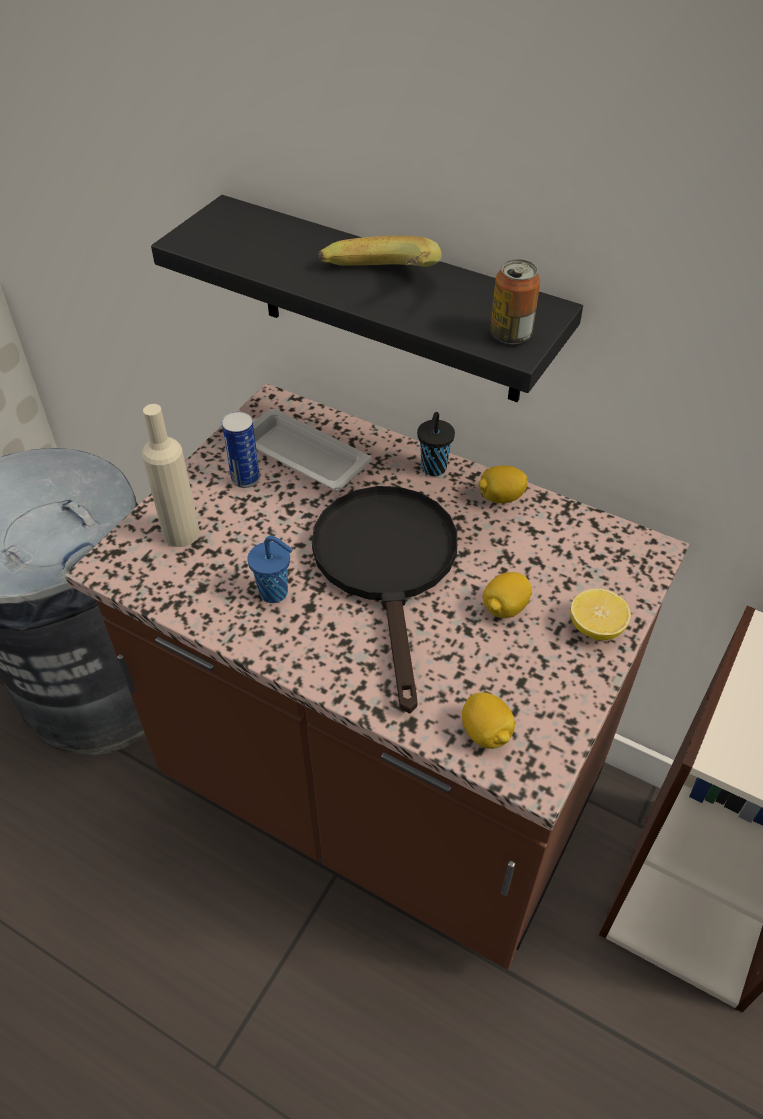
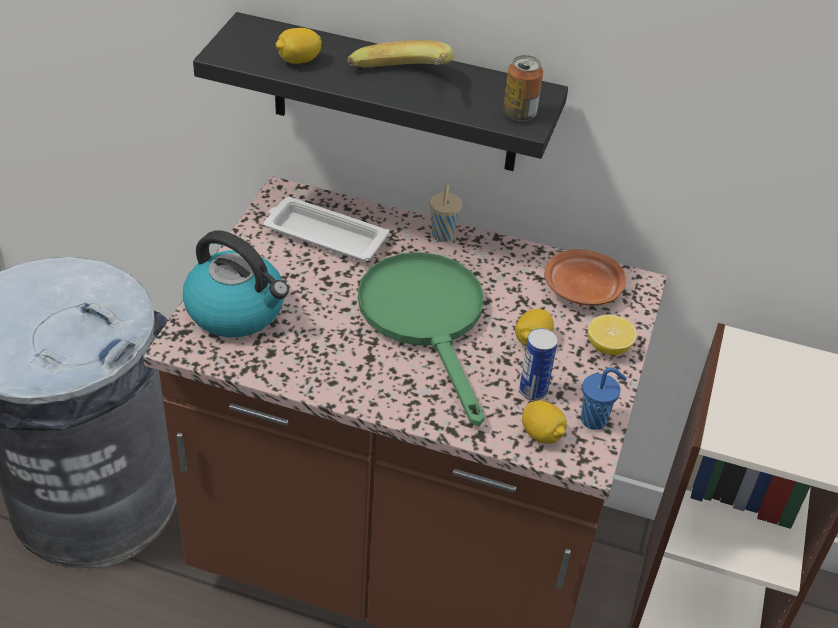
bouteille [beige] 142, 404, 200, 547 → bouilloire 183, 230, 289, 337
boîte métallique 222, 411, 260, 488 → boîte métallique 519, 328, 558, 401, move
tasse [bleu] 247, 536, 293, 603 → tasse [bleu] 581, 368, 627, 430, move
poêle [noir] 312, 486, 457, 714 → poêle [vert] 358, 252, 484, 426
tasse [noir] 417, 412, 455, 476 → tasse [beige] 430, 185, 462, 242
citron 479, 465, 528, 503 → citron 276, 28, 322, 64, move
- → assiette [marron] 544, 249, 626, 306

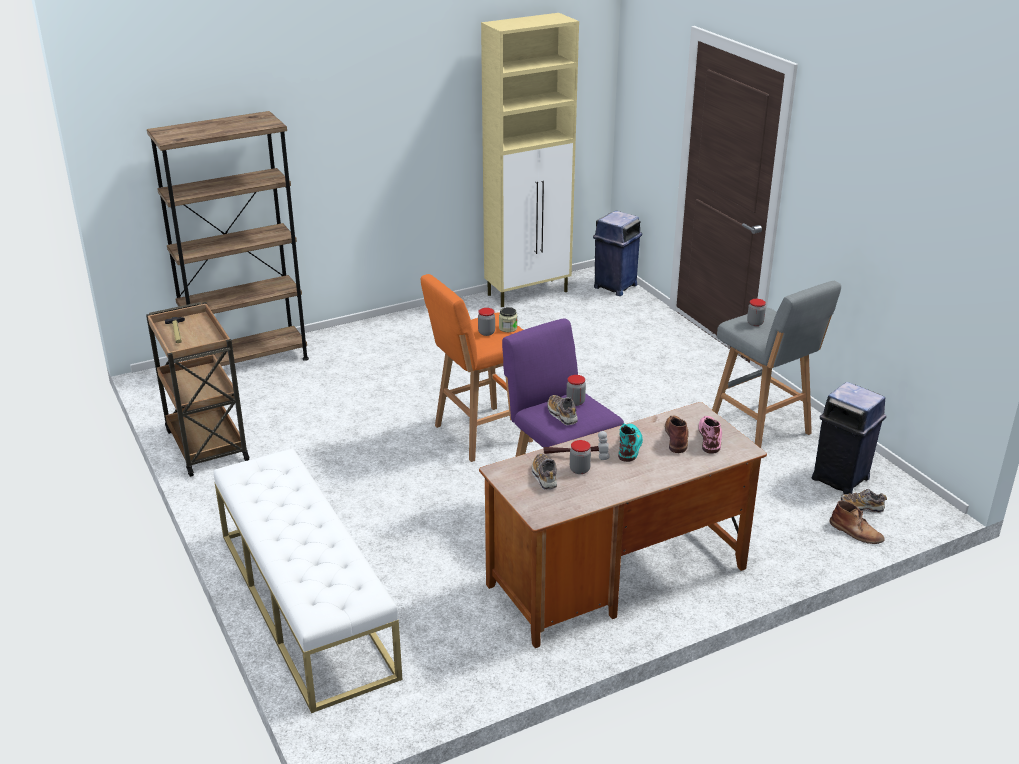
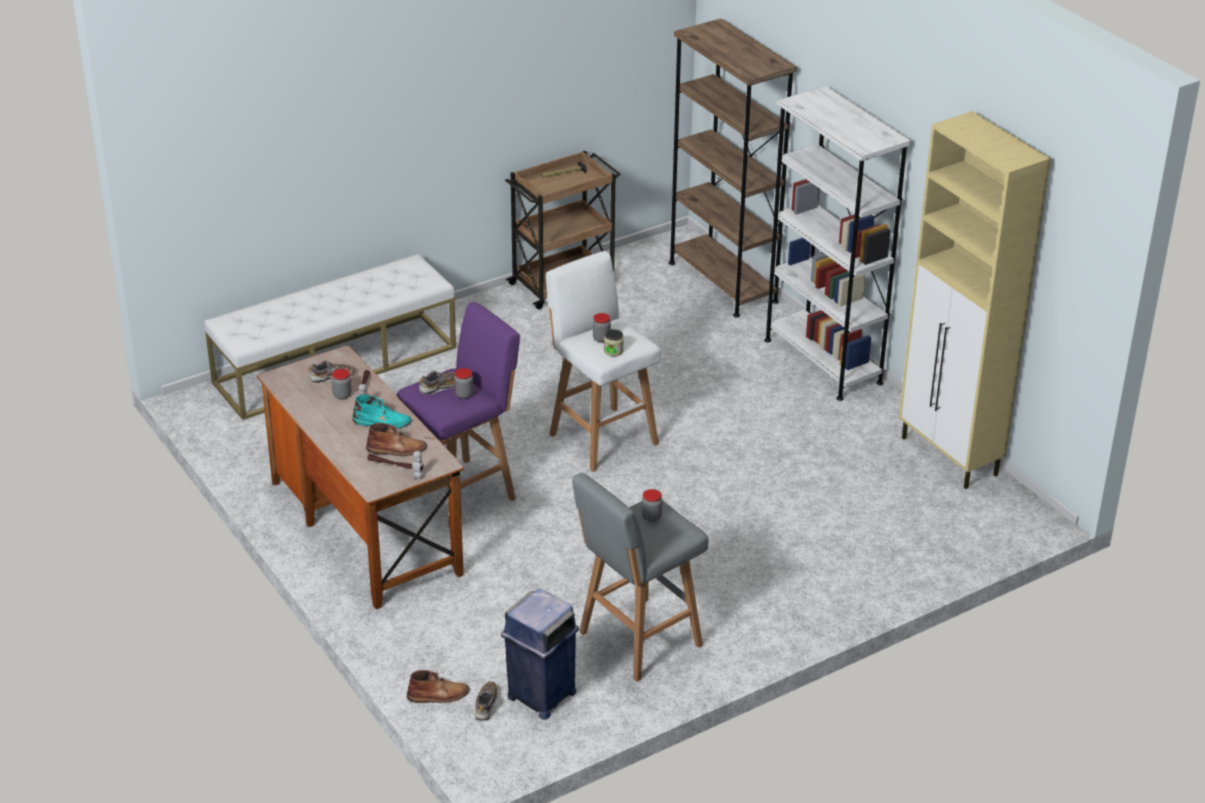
tabouret [orange] 421, 274, 533, 462 → tabouret [blanc] 546, 251, 661, 472
poubelle [bleu] 593, 211, 642, 296 → -
botte [rose] 698, 416, 722, 454 → marteau 367, 451, 424, 479
botte [marron] 830, 501, 885, 544 → botte [marron] 407, 670, 470, 703, 135 degrees counterclockwise
- → bibliothèque [blanc] 764, 86, 911, 401

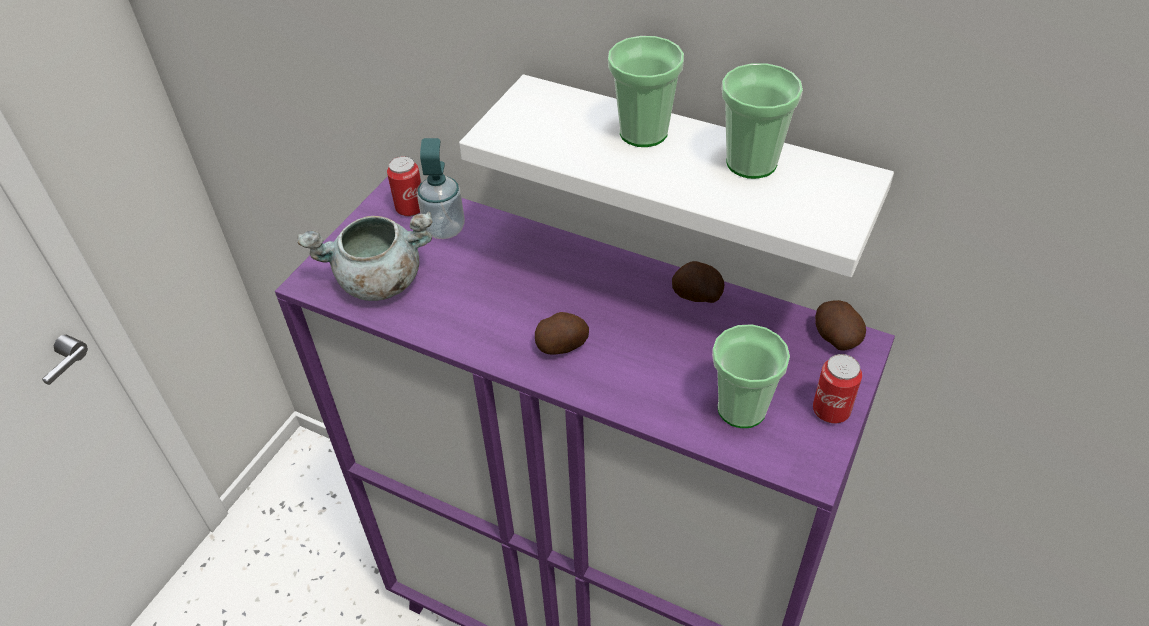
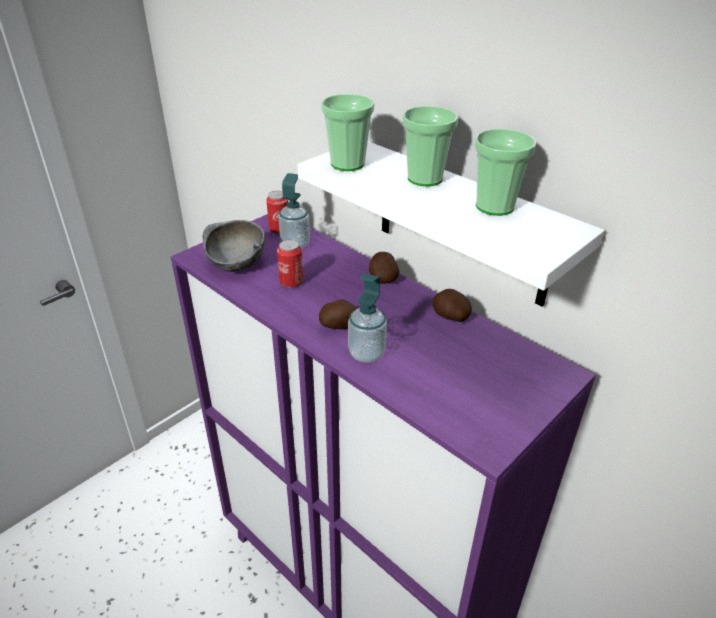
marmite [gris] 298, 211, 433, 301 → bol [gris] 203, 220, 265, 272
tasse 712, 324, 790, 428 → tasse 321, 94, 374, 171, move
boîte métallique 813, 354, 862, 424 → boîte métallique 277, 240, 303, 288, move
pomme de terre 815, 300, 866, 351 → pomme de terre 369, 252, 399, 283, move
- → distributeur de savon 348, 273, 387, 363

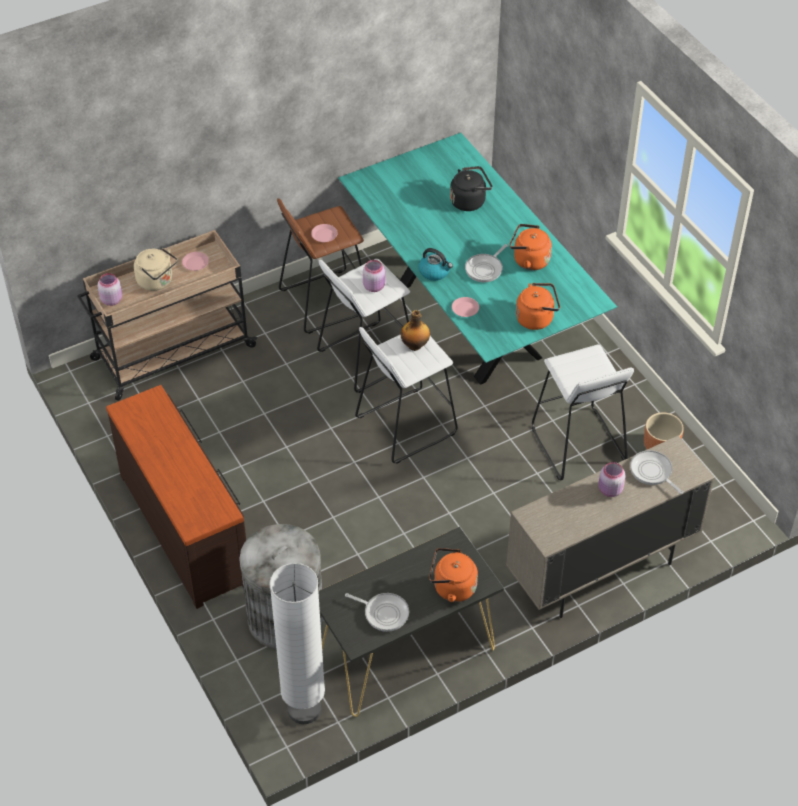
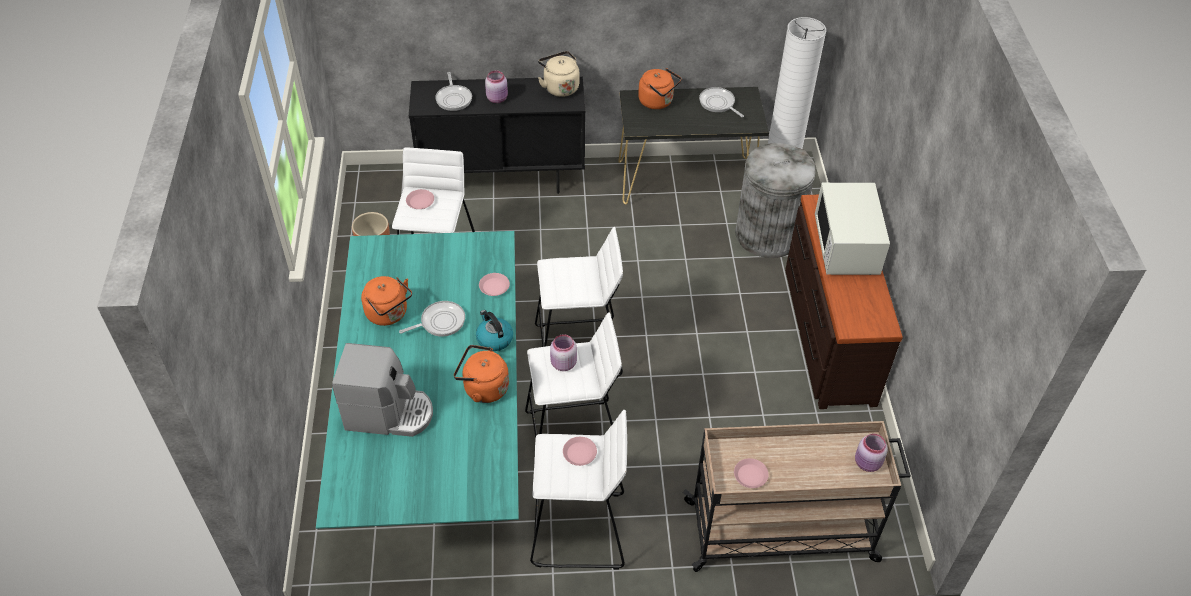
bouilloire [beige] 134, 248, 178, 291 → bouilloire [beige] 538, 51, 579, 97, move
tabouret [marron] 277, 198, 364, 334 → tabouret [blanc] 530, 410, 627, 570
bouteille 400, 310, 430, 351 → -
bouilloire [noir] 450, 166, 492, 211 → machine à café 332, 343, 433, 437
meuble de rangement [beige] 506, 436, 715, 618 → meuble de rangement [noir] 409, 77, 585, 194
bouilloire [orange] 516, 283, 560, 330 → bouilloire [orange] 454, 345, 509, 403, move
- → assiette [rose] 406, 189, 434, 209
- → micro-ondes [blanc] 815, 183, 890, 275

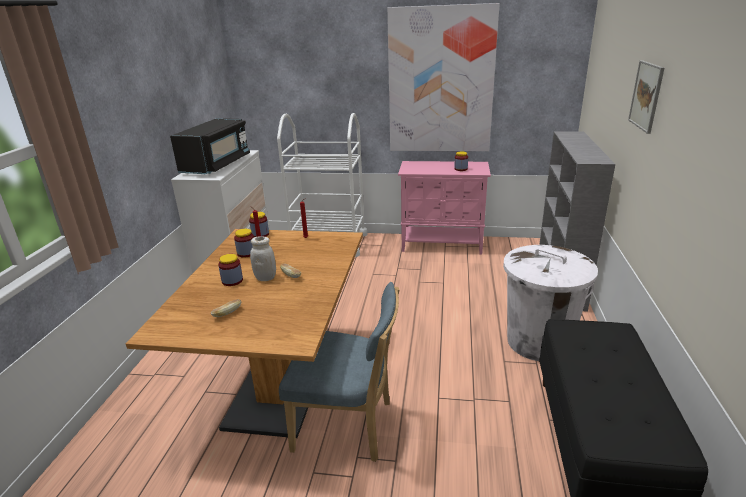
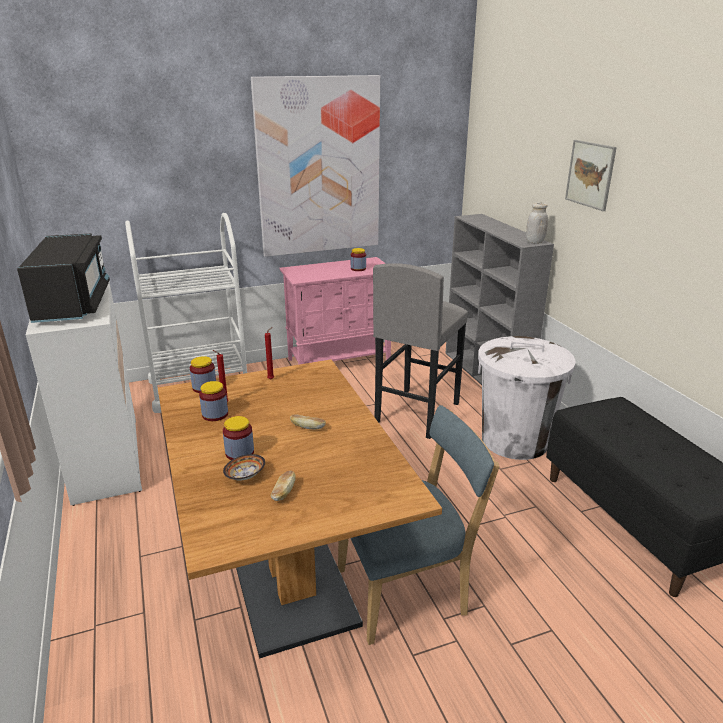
bocal [blanc] 250, 236, 276, 281 → bocal [blanc] 526, 203, 548, 244, move
- → bol 223, 454, 265, 481
- → tabouret [gris] 373, 263, 468, 439

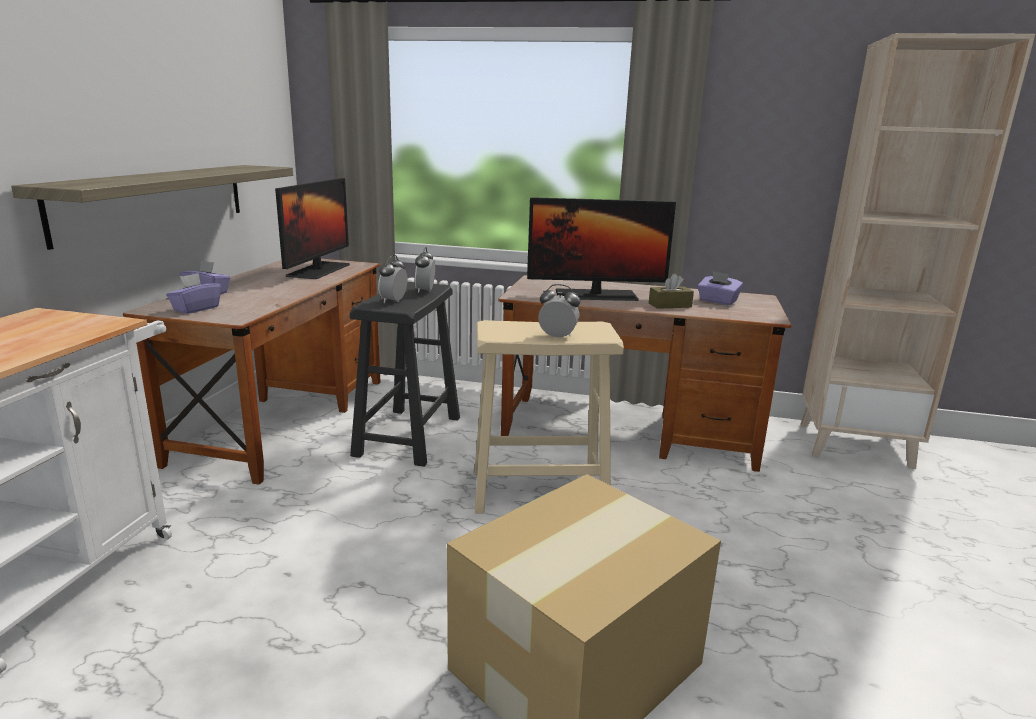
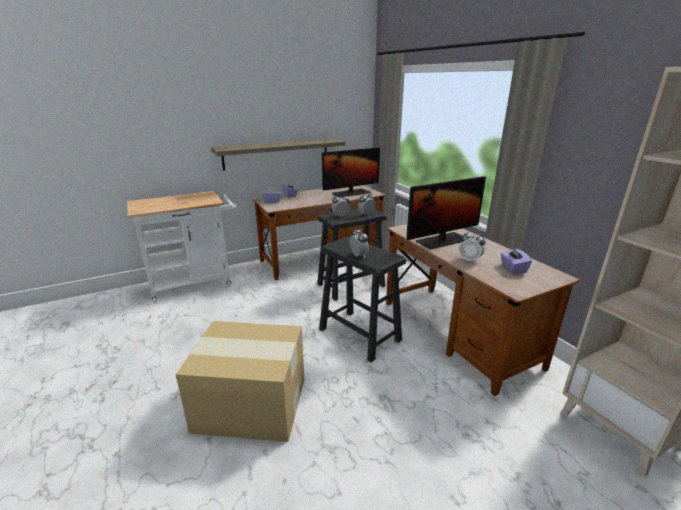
tabouret [beige] 474, 320, 624, 514 → tabouret [noir] 319, 237, 406, 362
écran d'ordinateur 527, 197, 676, 301 → écran d'ordinateur 406, 176, 486, 250, 75 degrees counterclockwise
boîte à mouchoirs [marron] 649, 274, 694, 309 → réveil 459, 231, 485, 263

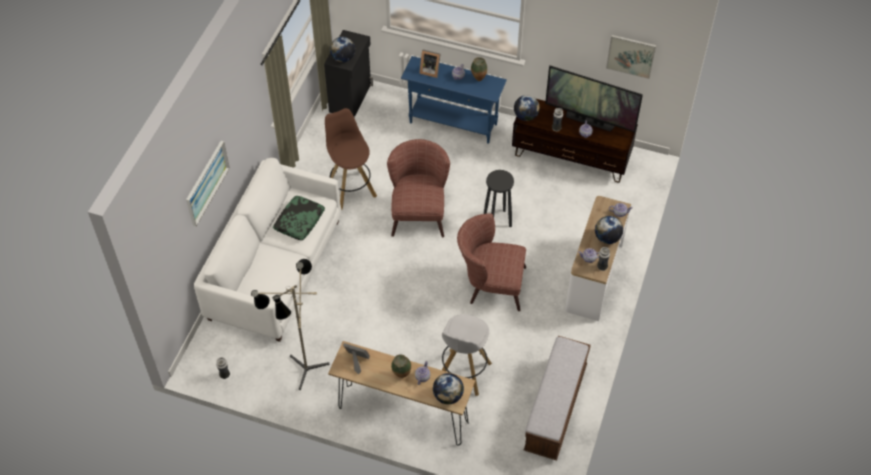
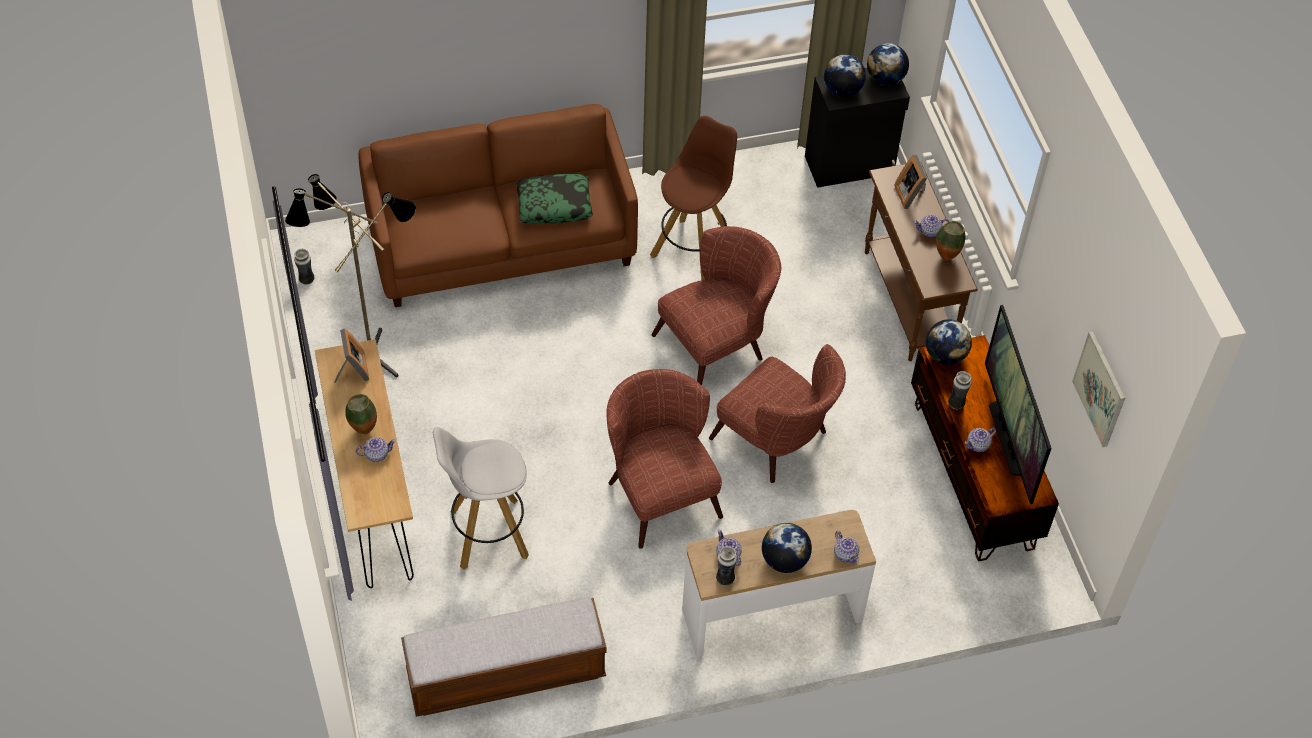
tableau 186, 141, 230, 226 → -
canapé [blanc] 194, 158, 341, 342 → canapé [marron] 358, 104, 638, 307
table console [bleu] 401, 56, 507, 144 → table console [marron] 865, 161, 978, 361
globe 433, 373, 464, 404 → globe 867, 43, 909, 86, move
tabouret [noir] 484, 170, 514, 227 → fauteuil [marron] 709, 344, 846, 483

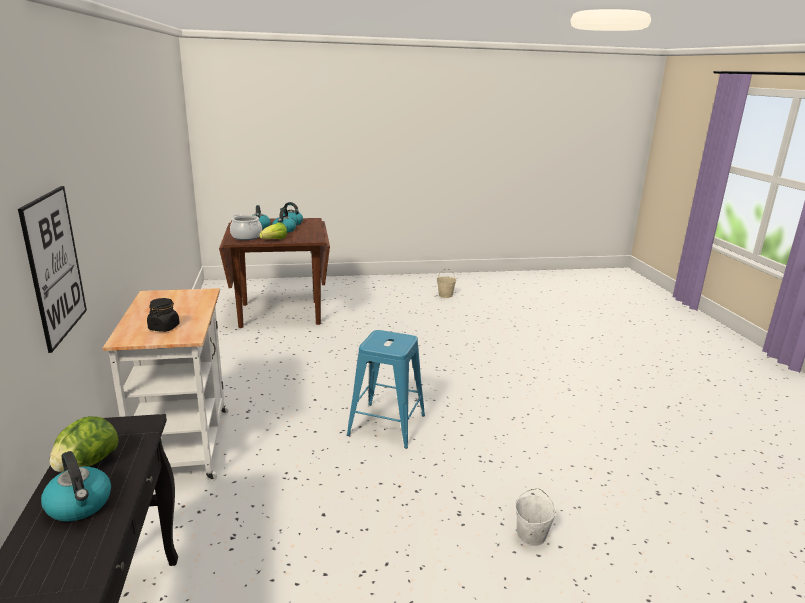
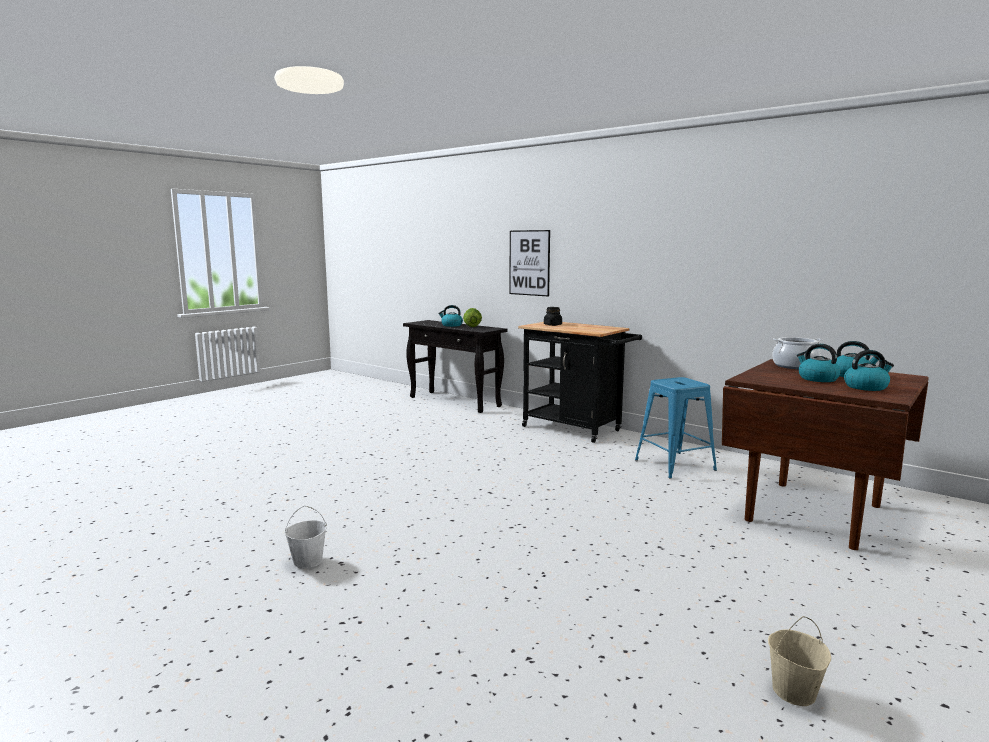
chariot [blanc] 103, 288, 229, 481 → chariot [noir] 518, 322, 642, 443
laitue 259, 222, 287, 239 → -
tabouret [bleu] 347, 330, 425, 449 → tabouret [bleu] 635, 377, 717, 479, move
seau [blanc] 515, 488, 557, 546 → seau [blanc] 285, 506, 327, 569, move

